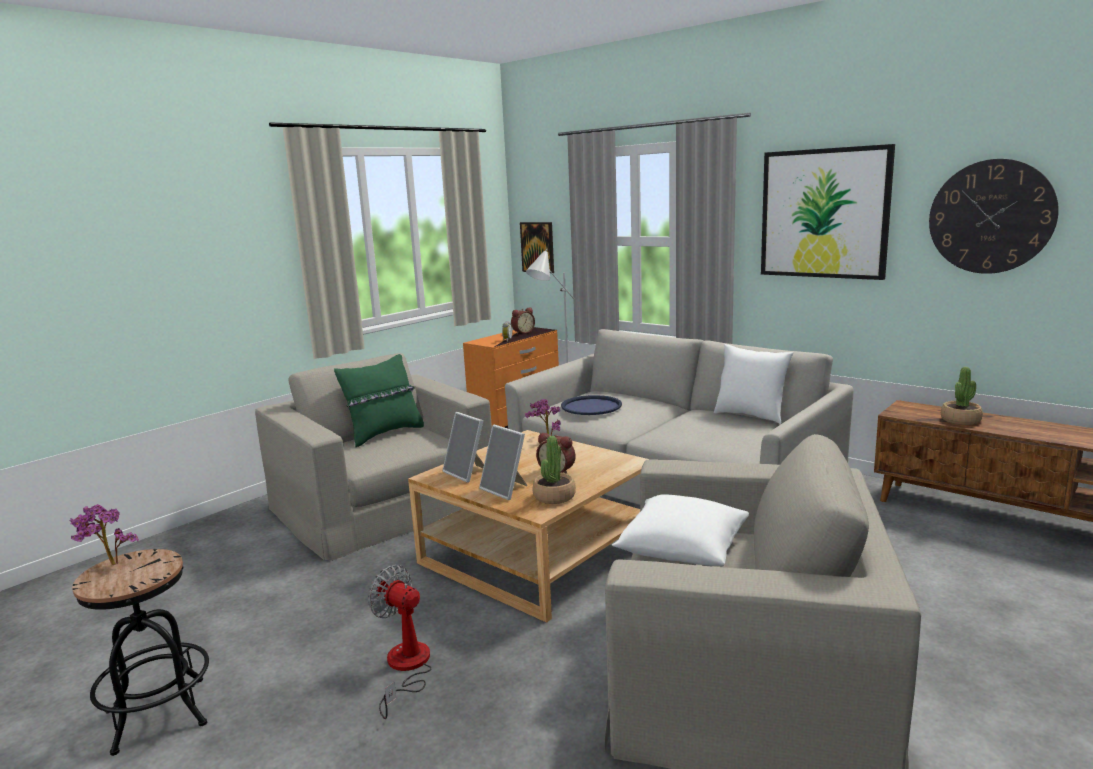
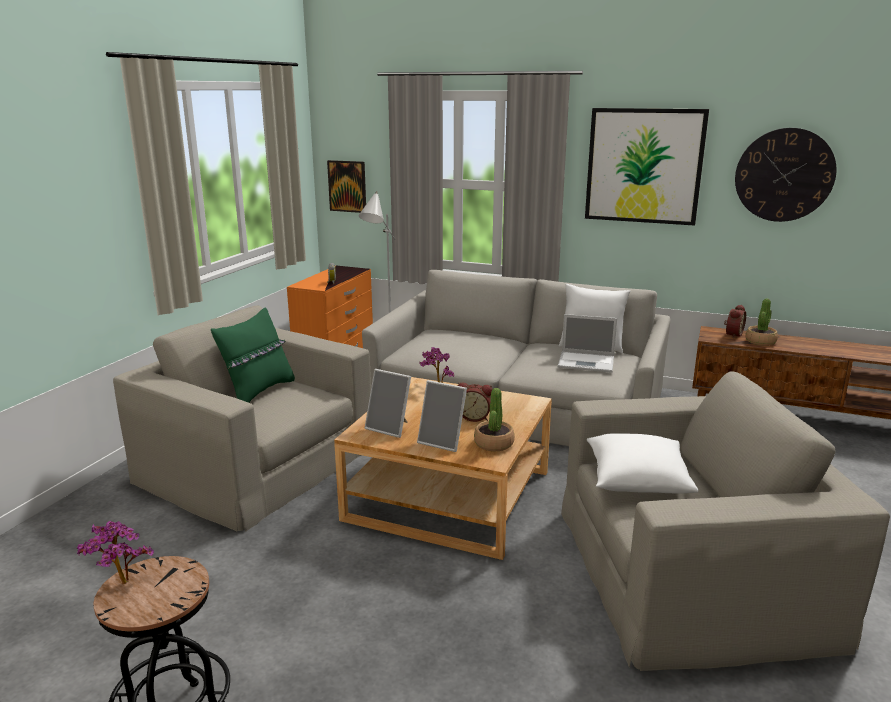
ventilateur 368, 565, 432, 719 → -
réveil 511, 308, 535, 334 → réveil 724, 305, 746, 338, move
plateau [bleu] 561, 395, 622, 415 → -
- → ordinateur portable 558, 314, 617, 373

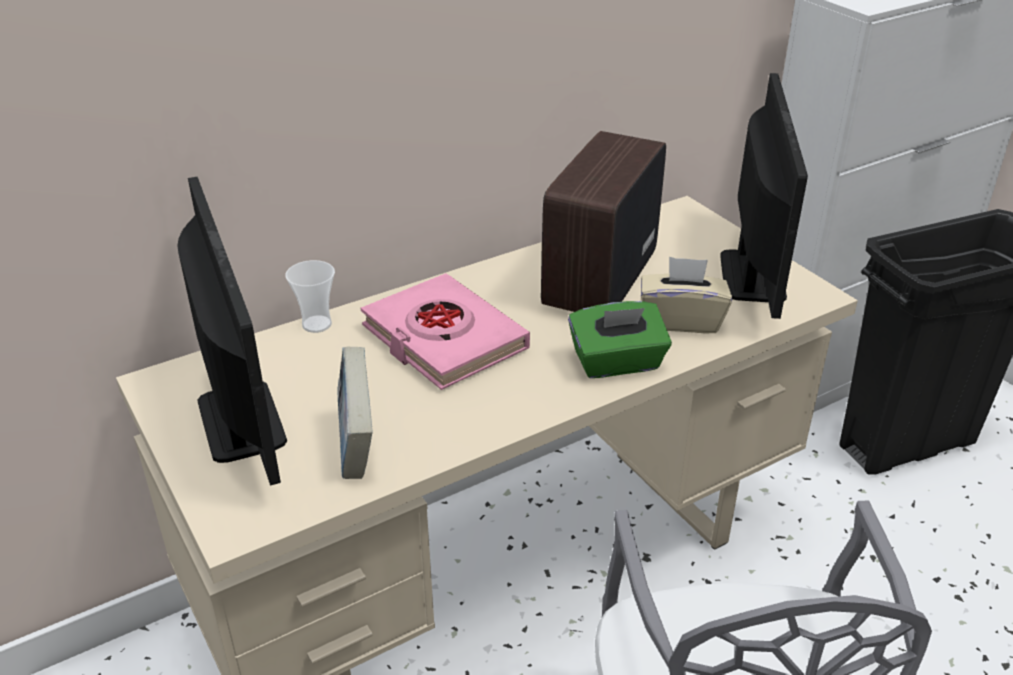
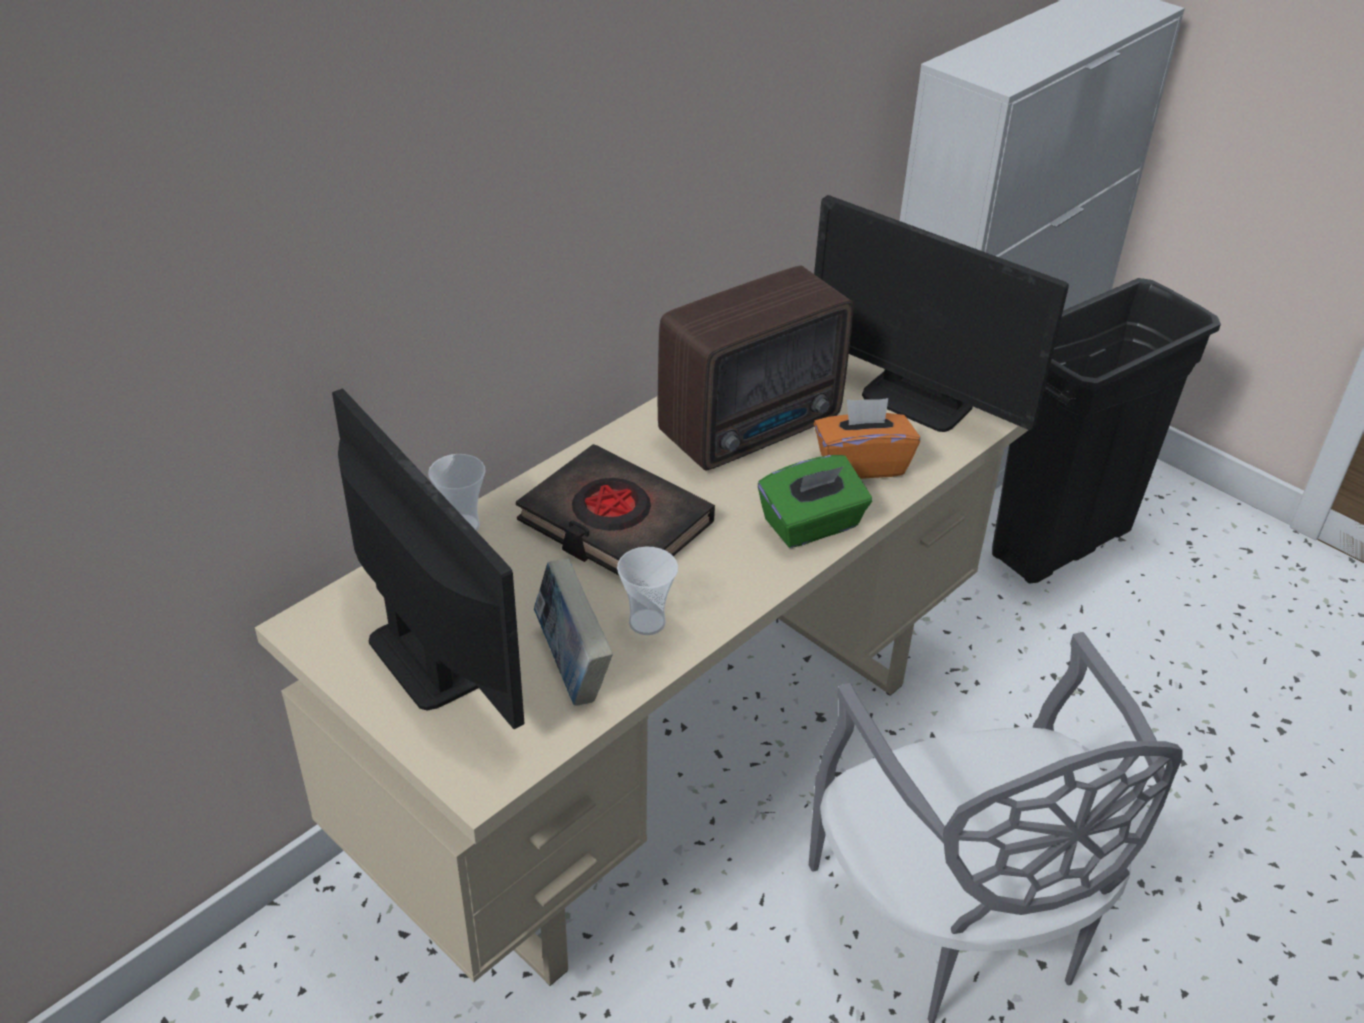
livre [rose] 361, 273, 530, 390 → livre [noir] 516, 444, 715, 575
radio 541, 131, 666, 312 → radio 658, 266, 853, 470, 135 degrees counterclockwise
boîte à mouchoirs [beige] 641, 257, 732, 333 → boîte à mouchoirs [orange] 814, 398, 920, 479
écran d'ordinateur 720, 73, 808, 319 → écran d'ordinateur 814, 195, 1069, 432, 135 degrees clockwise
- → tasse 617, 547, 678, 635

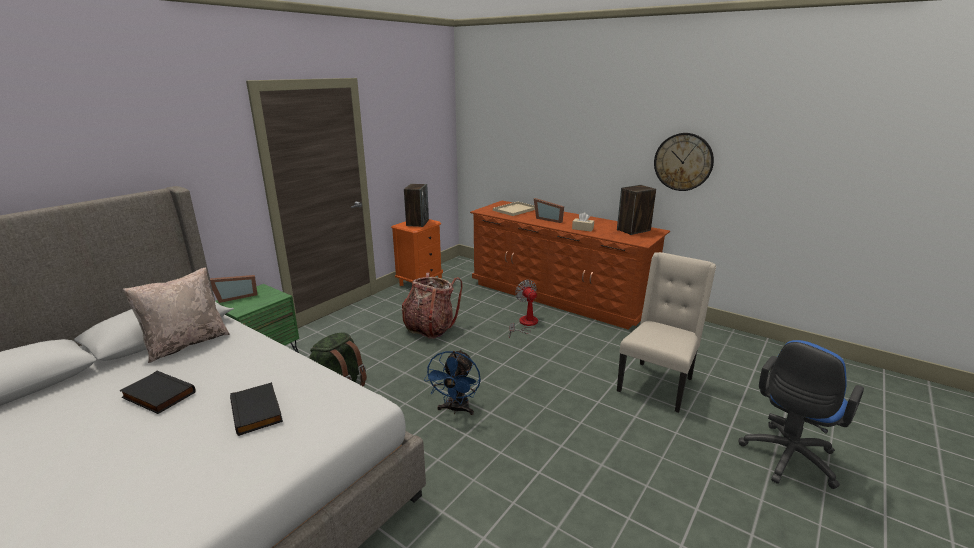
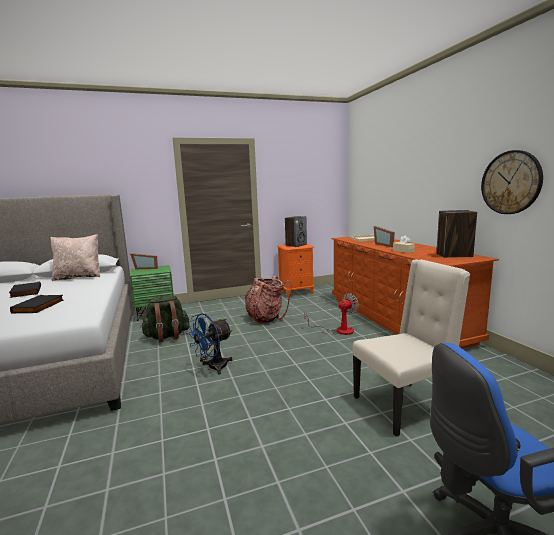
ventilateur 509, 280, 538, 338 → ventilateur 304, 293, 359, 335, 45 degrees clockwise

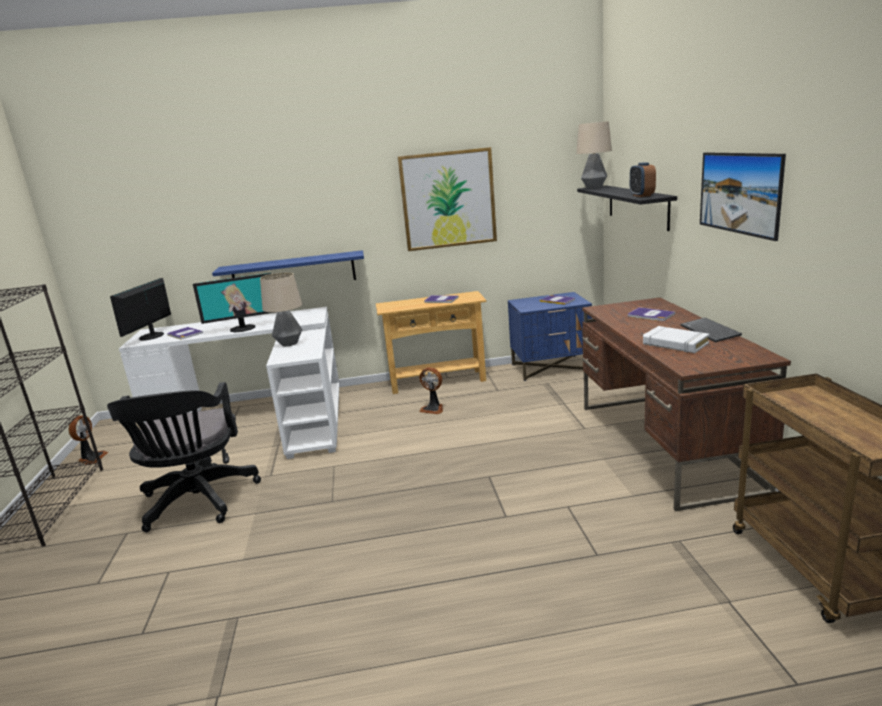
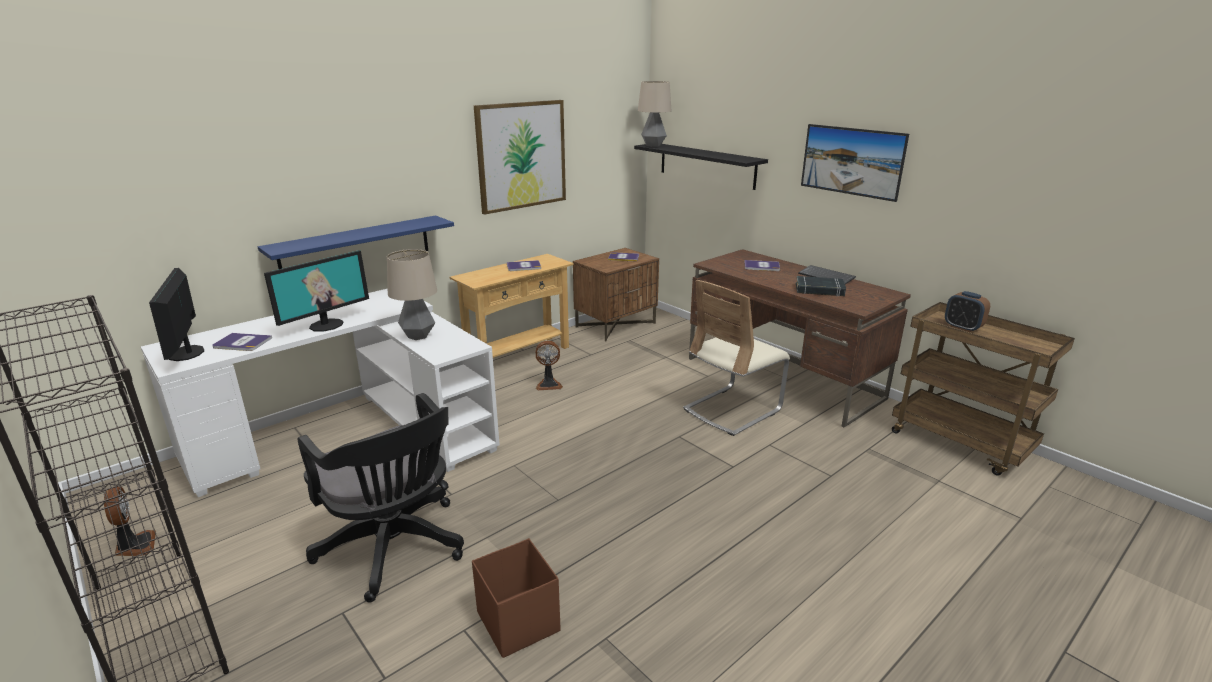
table de chevet [bleu] 508, 292, 592, 381 → table de chevet [marron] 573, 248, 659, 341
réveil 630, 162, 656, 197 → réveil 945, 291, 990, 332, move
livre [blanc] 643, 326, 710, 353 → livre [noir] 796, 276, 846, 296
- → boîte de rangement [marron] 472, 538, 561, 658
- → chaise [beige] 683, 280, 790, 436

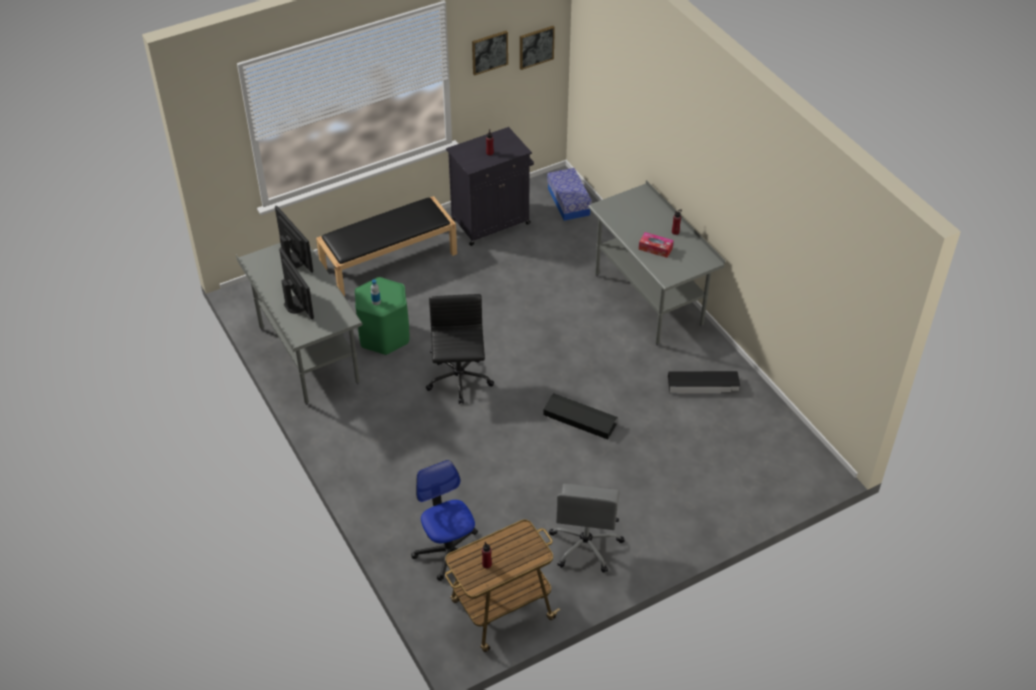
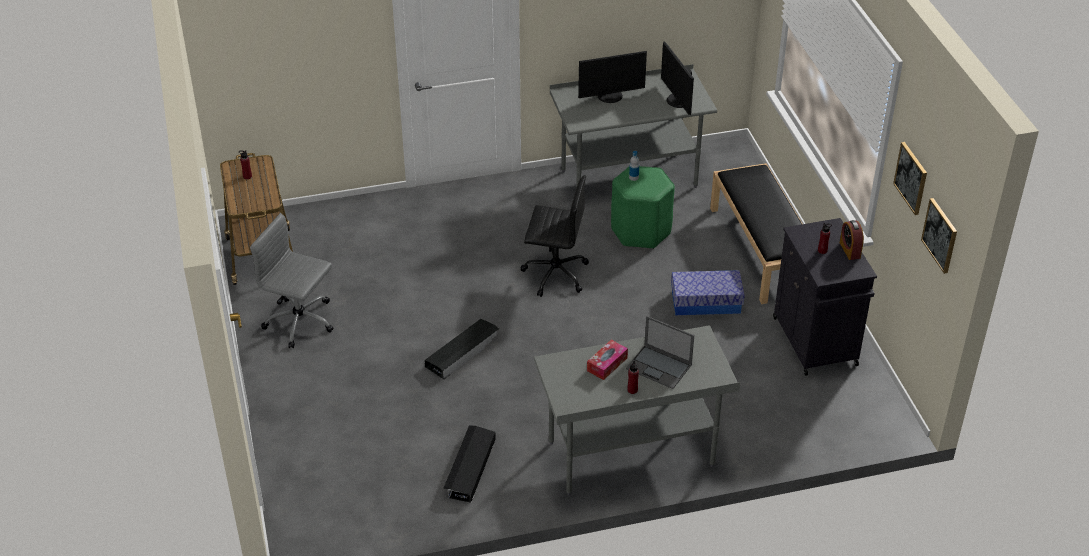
écran d'ordinateur 275, 206, 313, 273 → écran d'ordinateur 661, 42, 694, 115, 90 degrees clockwise
chaise de bureau 411, 460, 478, 581 → -
boîte de rangement 547, 168, 592, 221 → boîte de rangement 671, 270, 745, 315, move
- → ordinateur portable 626, 316, 694, 389
- → réveil 840, 220, 864, 260

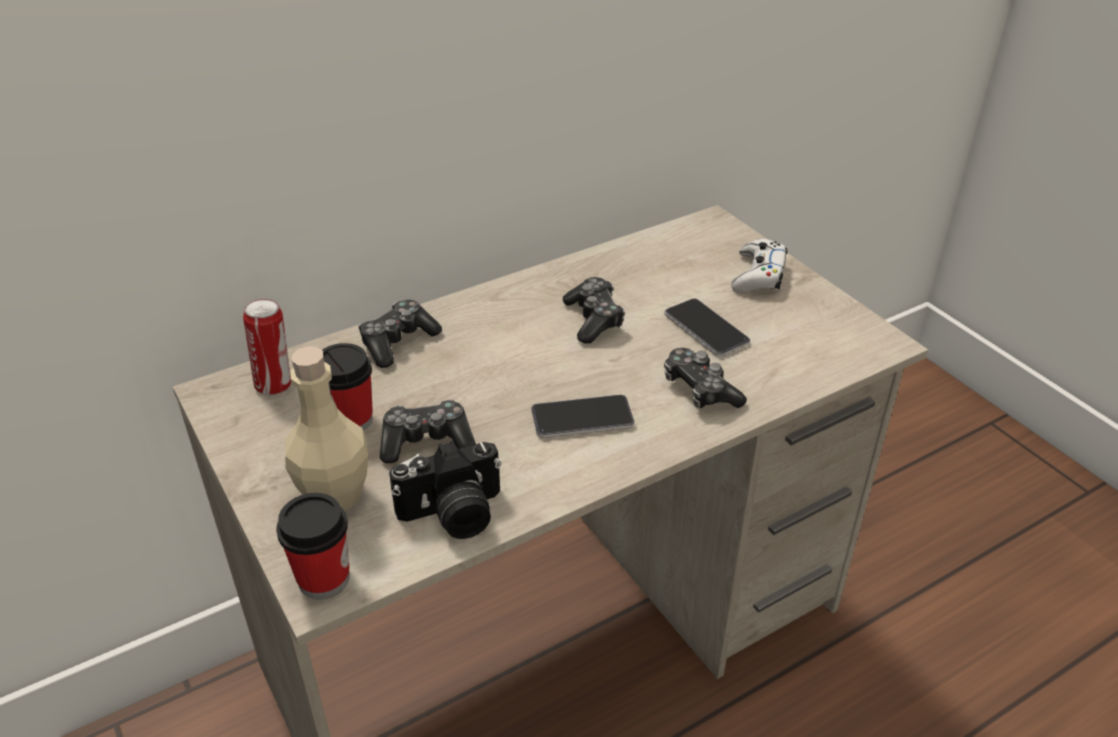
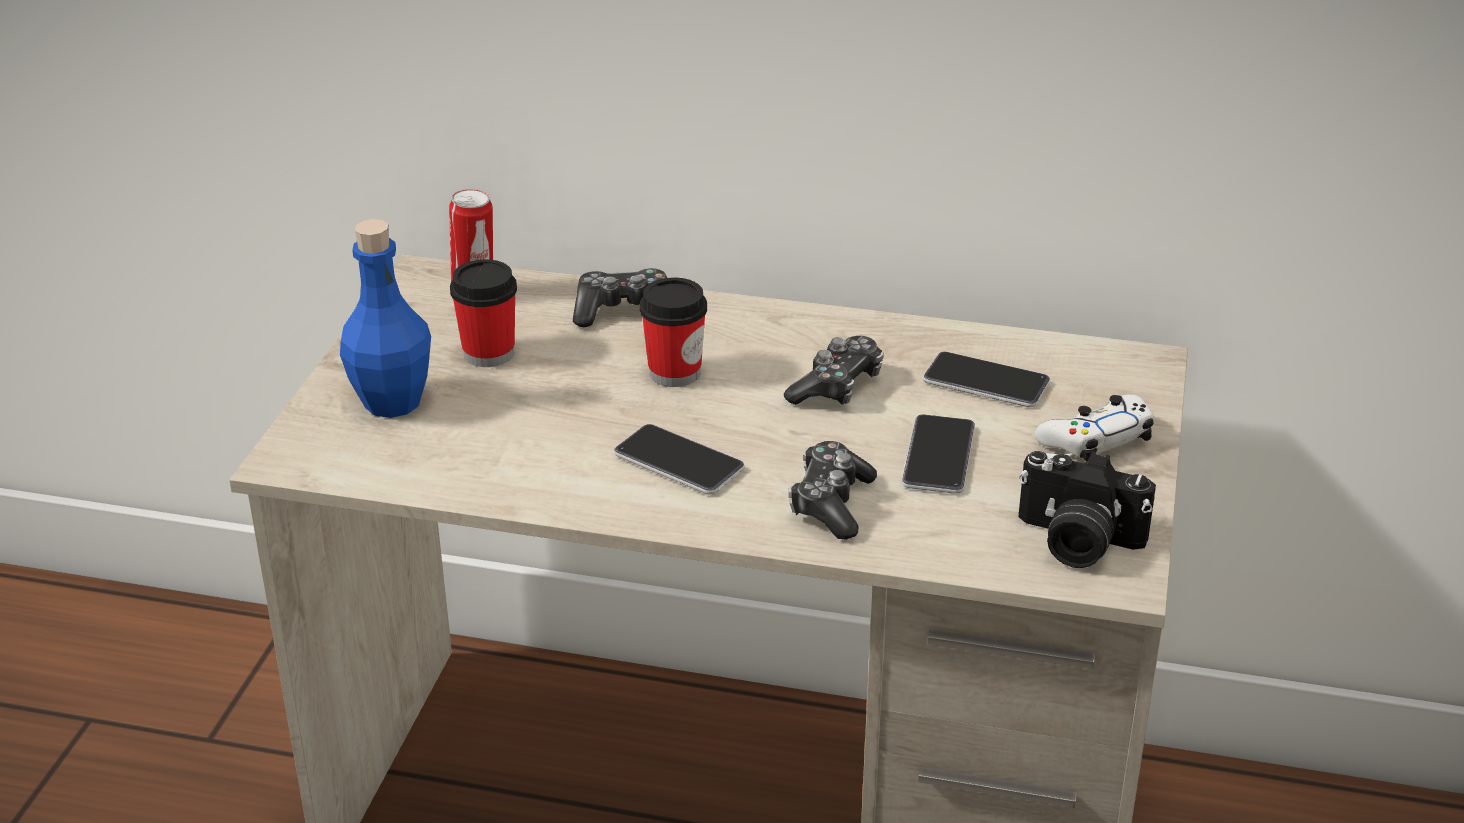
tasse 276, 493, 350, 599 → tasse 640, 278, 707, 387, move
bouteille [beige] 285, 346, 368, 511 → bouteille [bleu] 340, 219, 431, 418
manette 380, 399, 476, 463 → -
appareil photo 389, 440, 501, 539 → appareil photo 1018, 451, 1156, 568, move
- → téléphone 923, 352, 1050, 407

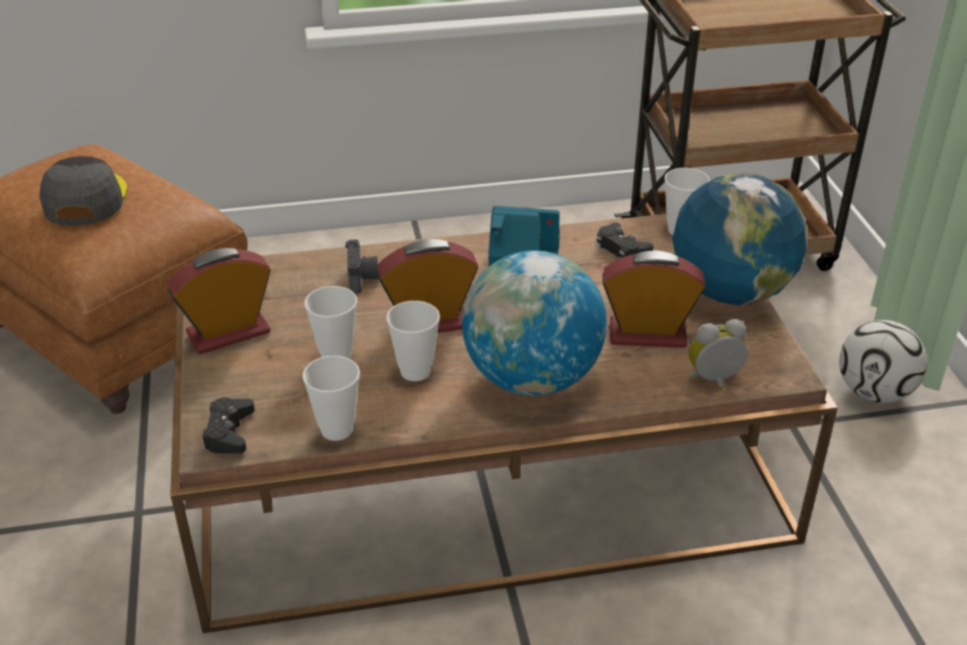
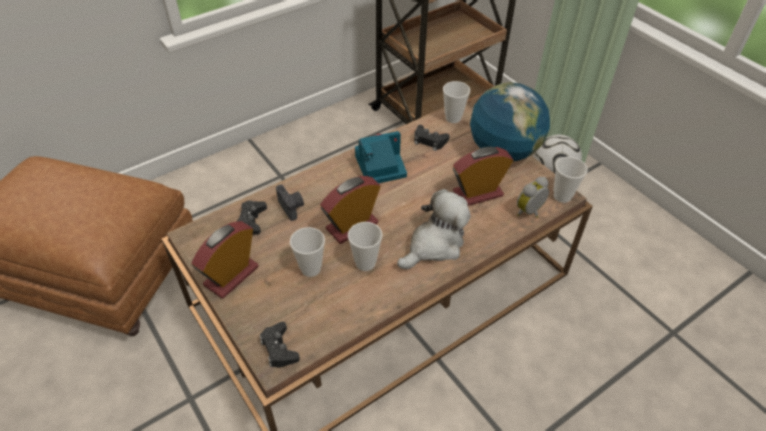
casquette [gris] 40, 156, 127, 225 → -
tasse 303, 355, 360, 441 → tasse 554, 157, 588, 203, move
globe 462, 251, 607, 396 → peluche 397, 189, 471, 269
- → manette [noir] 237, 201, 267, 235

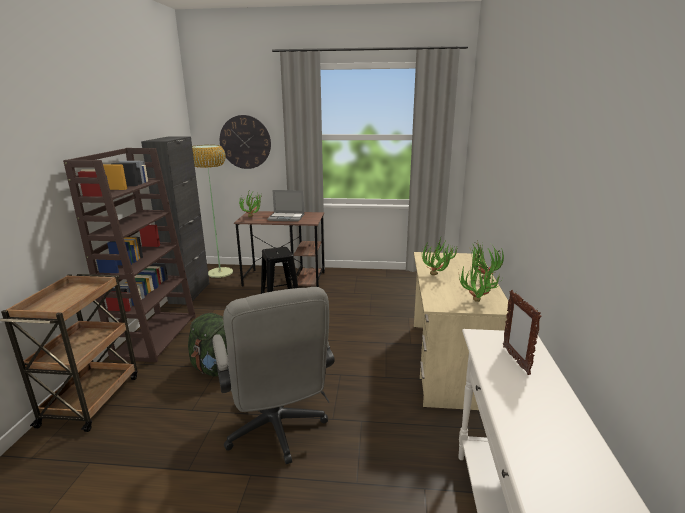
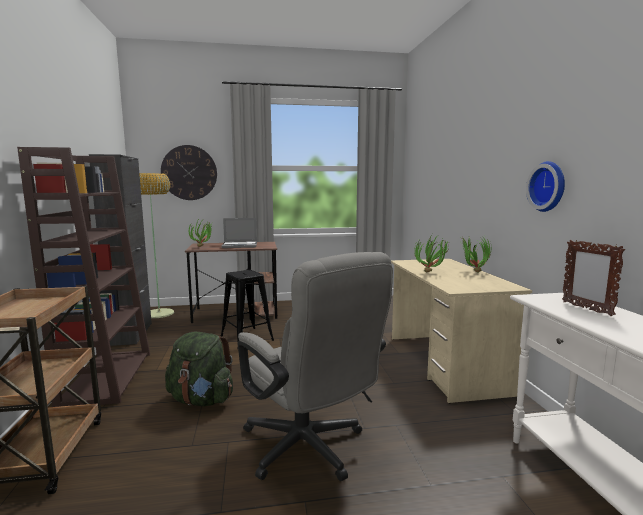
plante en pot 459, 262, 501, 302 → -
- → horloge murale 526, 161, 565, 212

